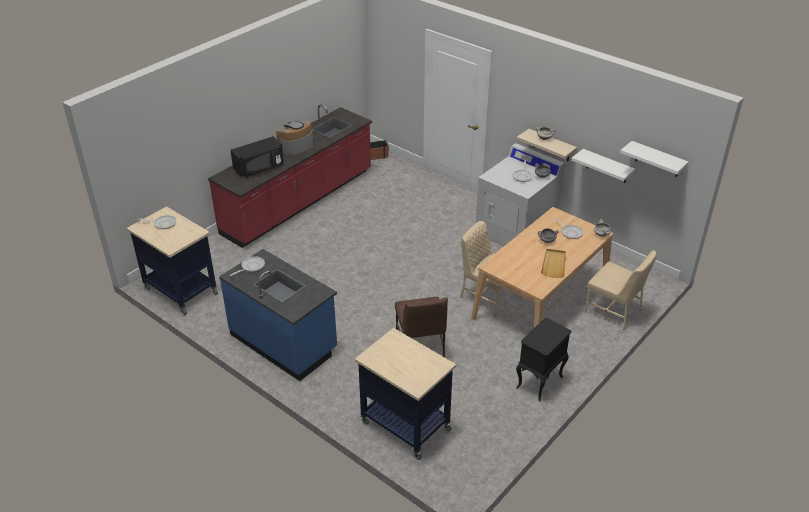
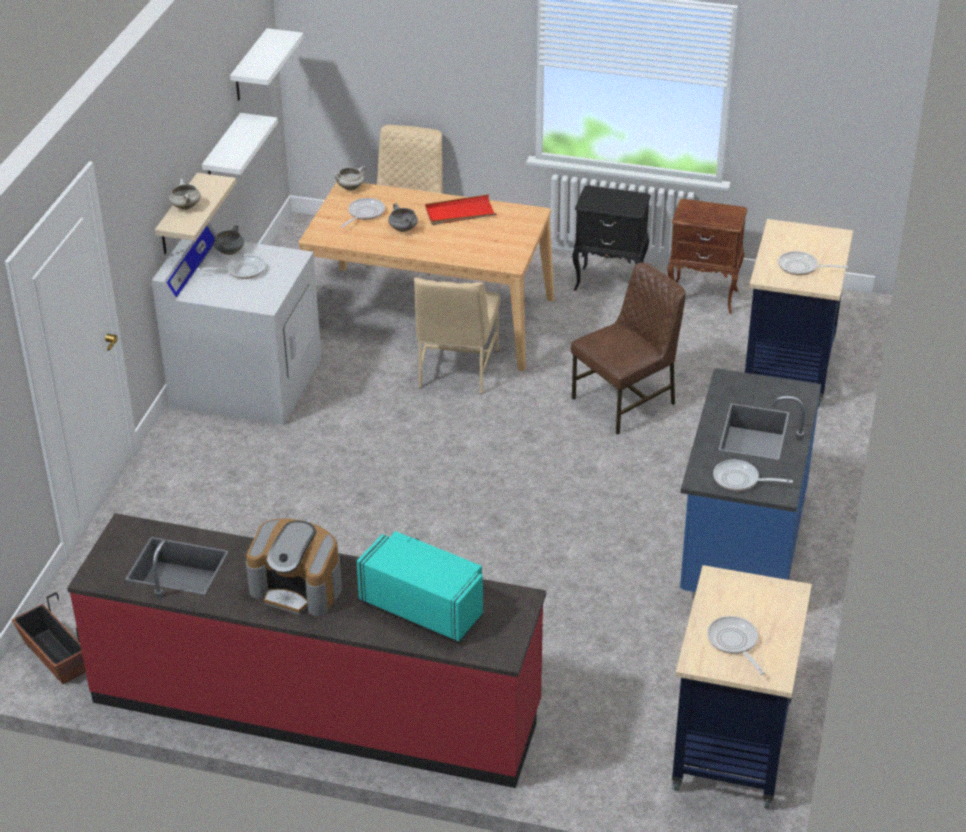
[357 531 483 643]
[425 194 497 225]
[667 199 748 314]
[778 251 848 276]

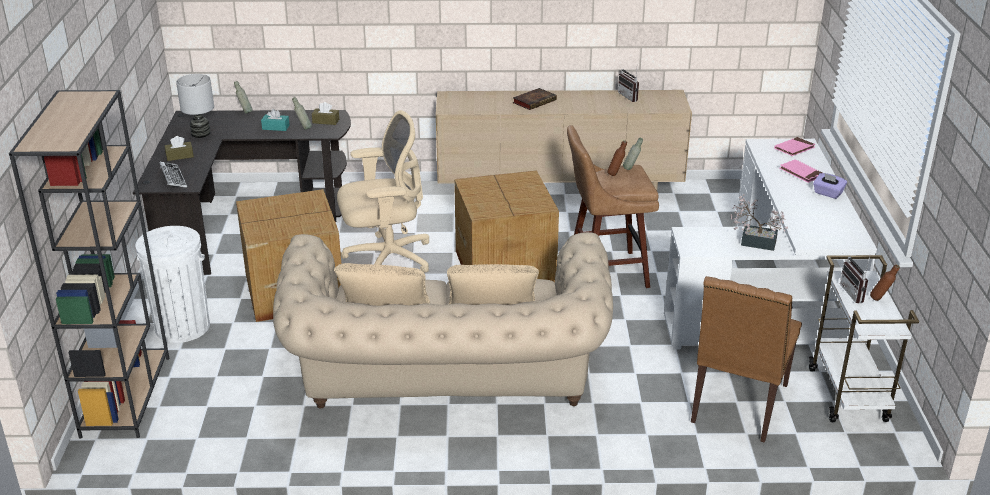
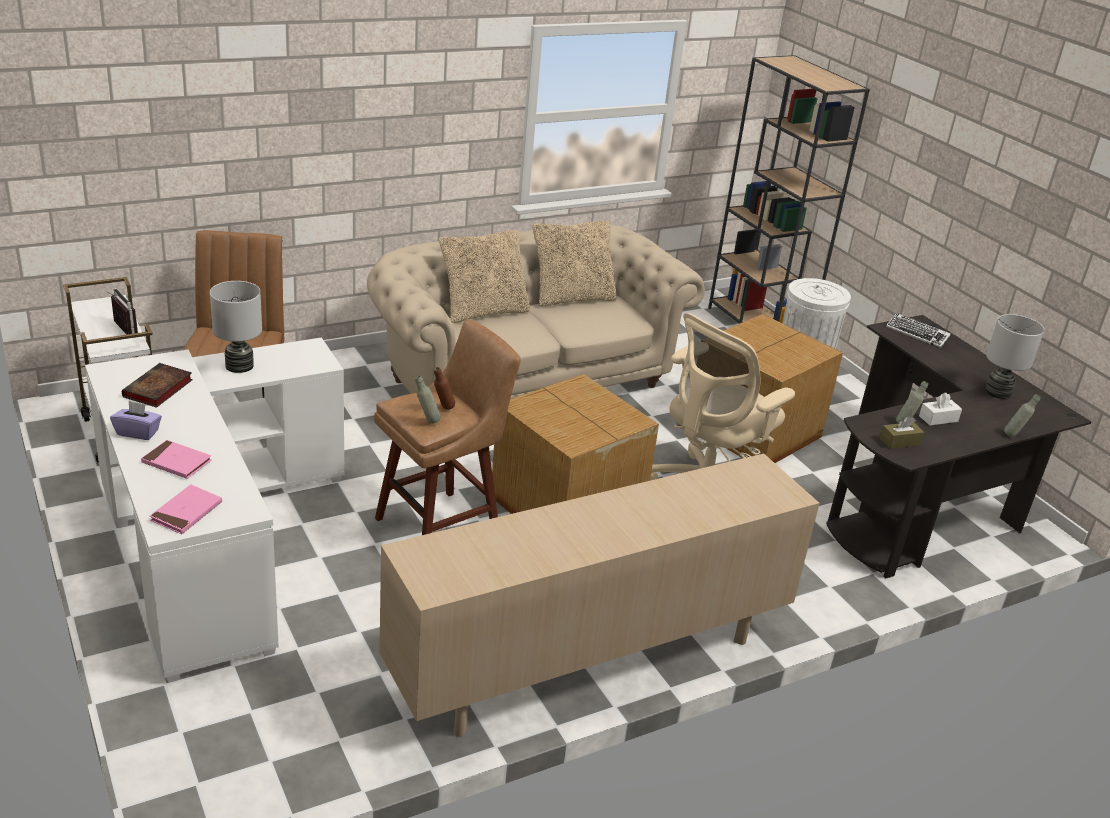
[618 69 639 102] (first image)
[122 363 193 408]
[919 392 962 425]
[165 136 194 161] (first image)
[210 281 262 373]
[870 264 900 301] (first image)

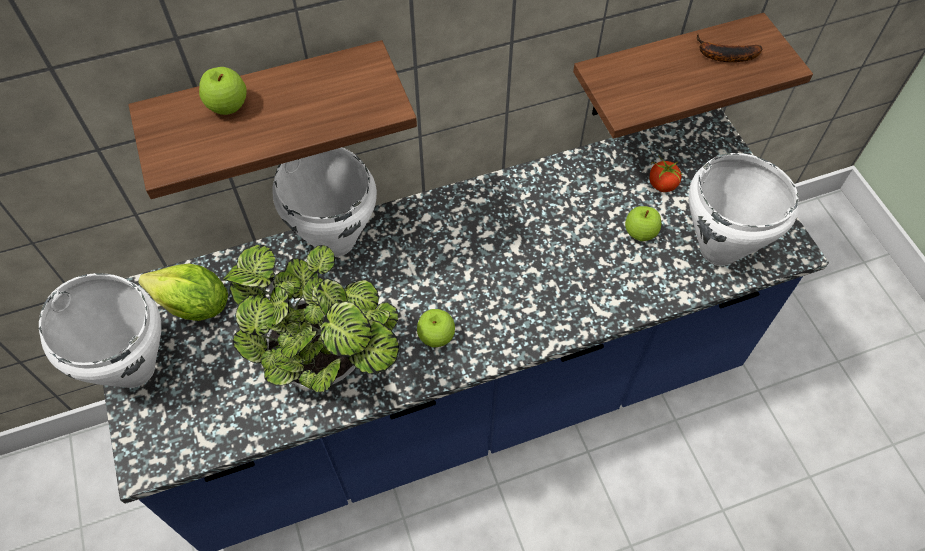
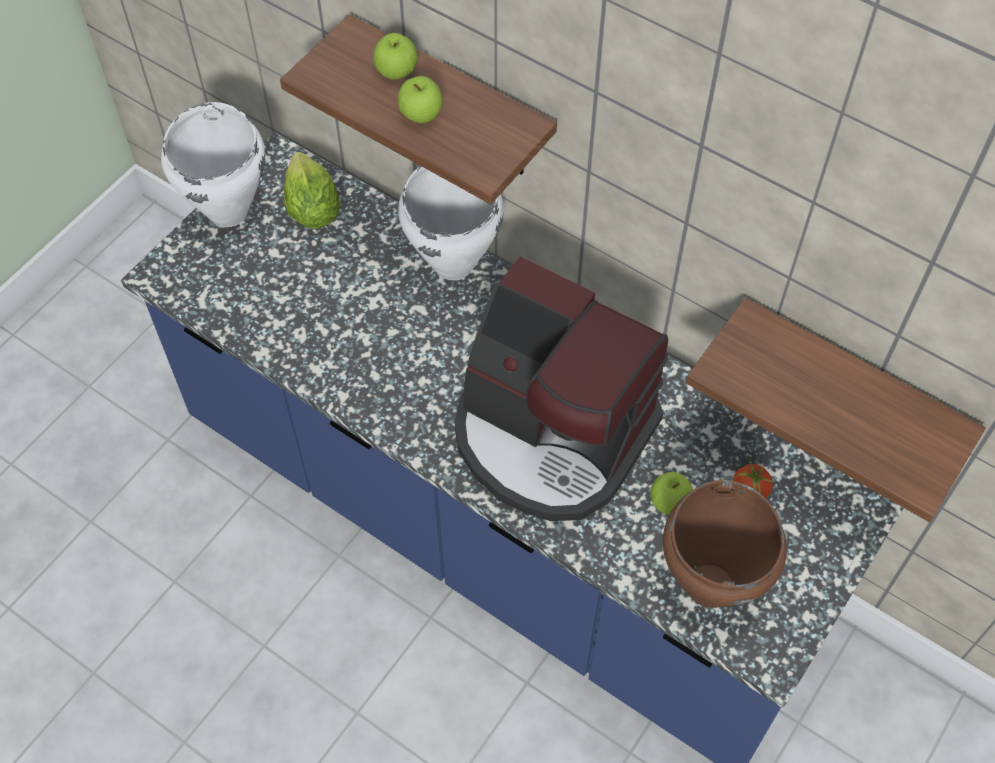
[697 34 762 62] (first image)
[663 480 787 608]
[223 244 399 392] (first image)
[398 76 443 123]
[455 257 668 521]

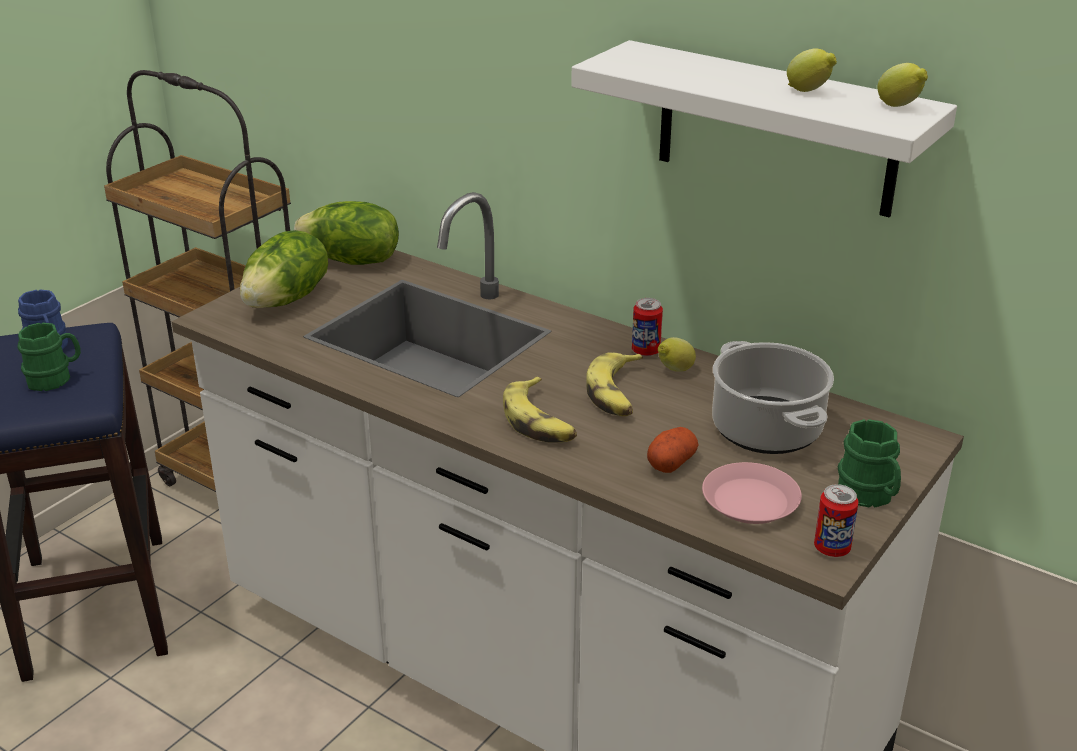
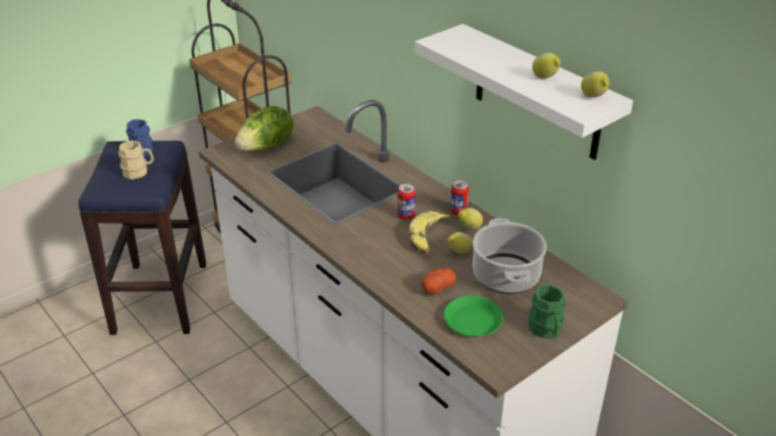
[294 201 399 265] (first image)
[118 140 154 180]
[503 377 577 443] (first image)
[444 296 503 337]
[397 184 416 219]
[447 232 473 254]

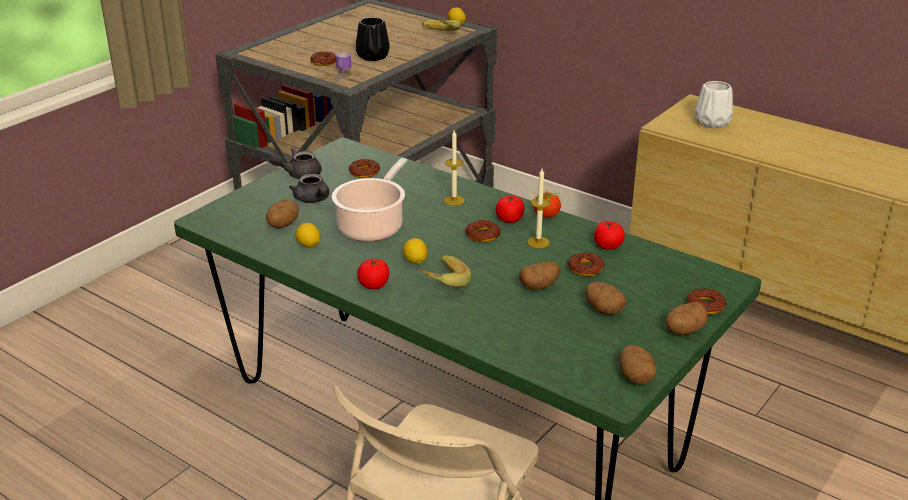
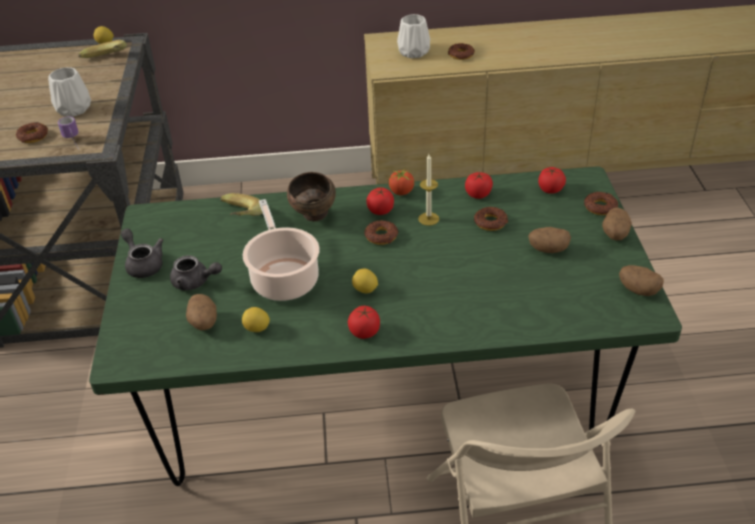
[48 67 91 117]
[287 172 336 222]
[121 228 163 278]
[448 43 475 60]
[220 193 263 216]
[519 262 560 290] (first image)
[538 167 566 194]

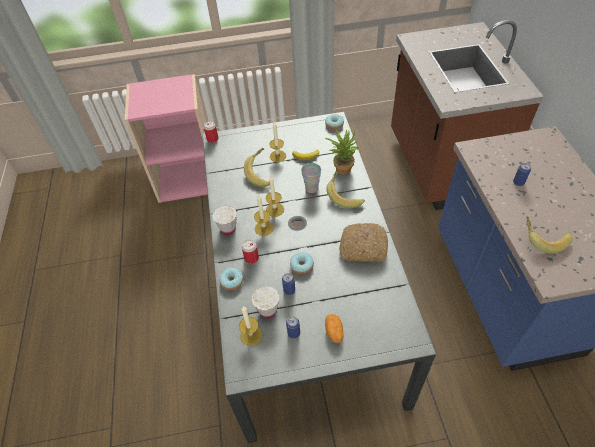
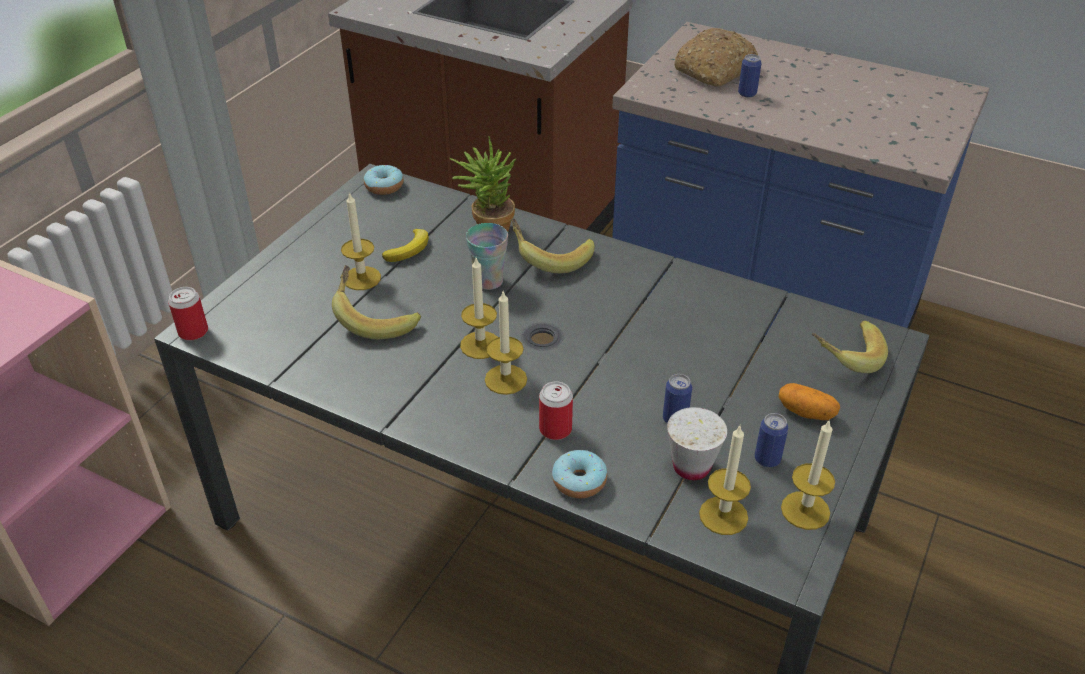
[213 206 237 235] (first image)
[812 320 888 373]
[674 28 758 87]
[290 252 314 274] (first image)
[781 419 835 530]

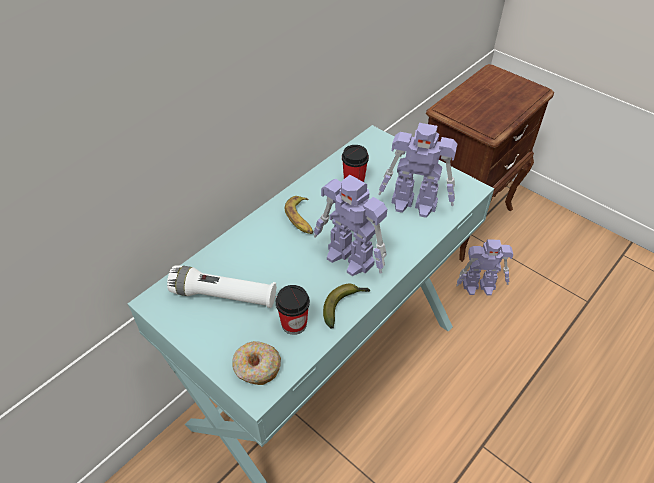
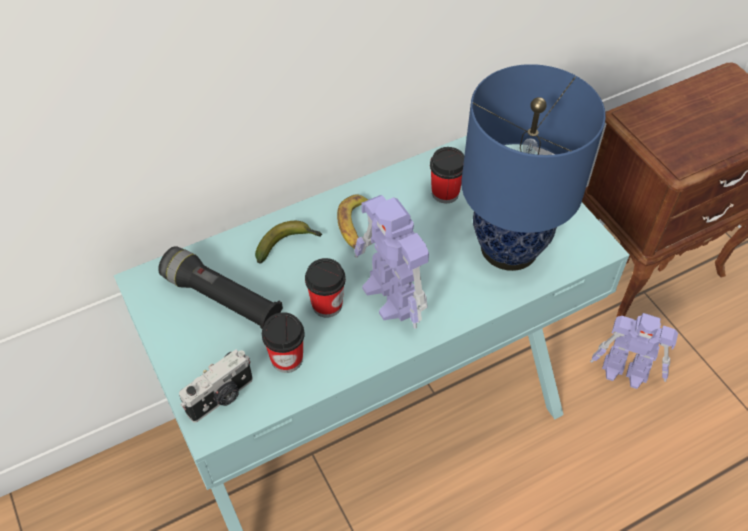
[461 64 606 271]
[158 246 283 329]
[255 221 322 264]
[179 349 253 423]
[305 258 346 318]

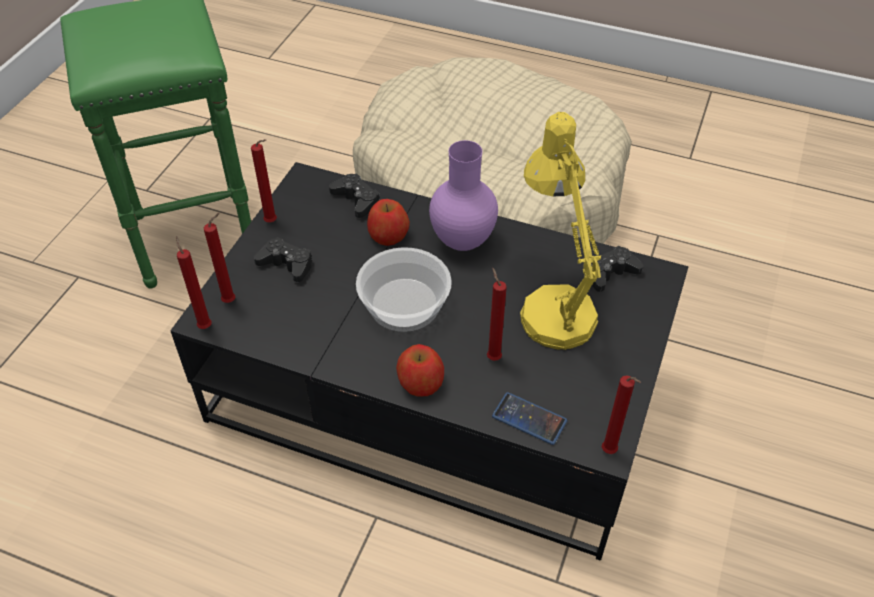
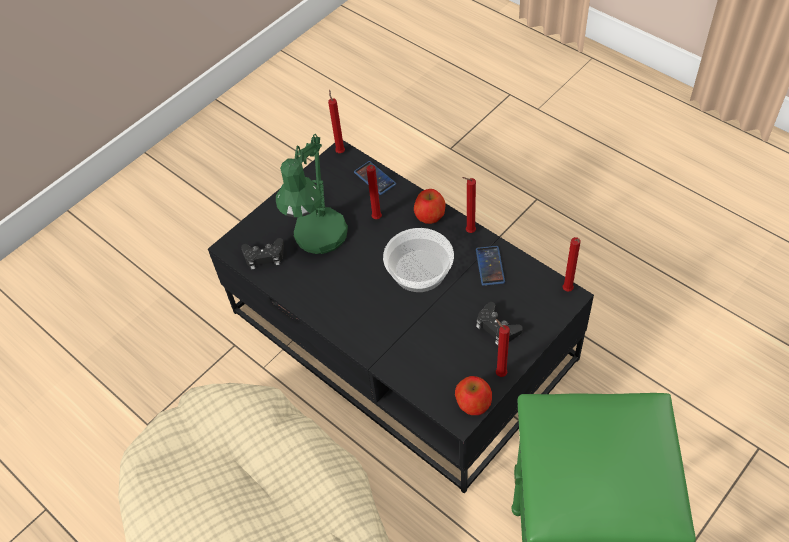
[276 134 348 254]
[429 140 498 251] (first image)
[329 173 380 218] (first image)
[455 376 492 415]
[462 177 476 233]
[476 246 505 286]

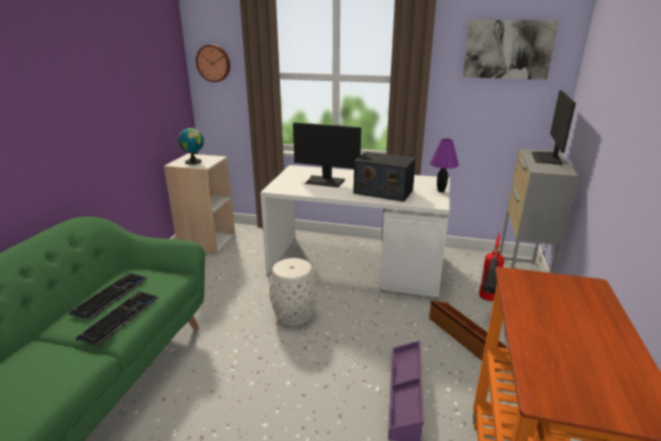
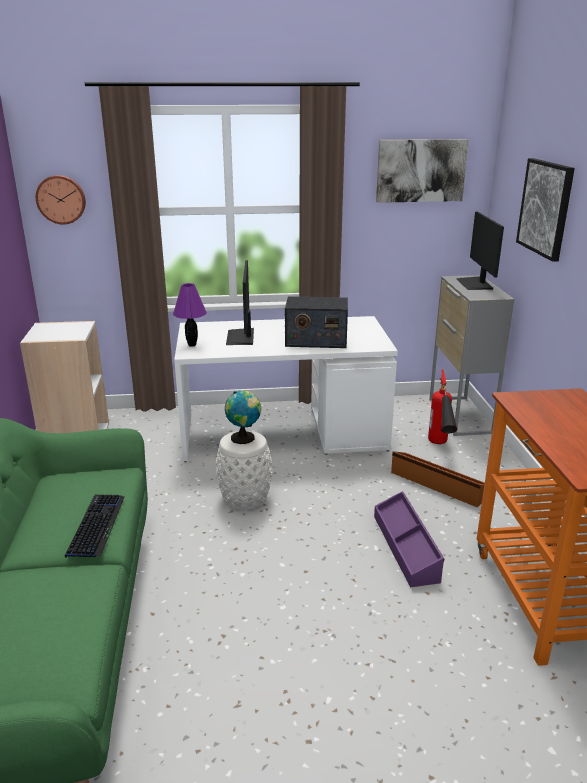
[226 260 254 345]
[225 390 261 444]
[173 283 207 347]
[69 273 148 321] (first image)
[516 158 575 262]

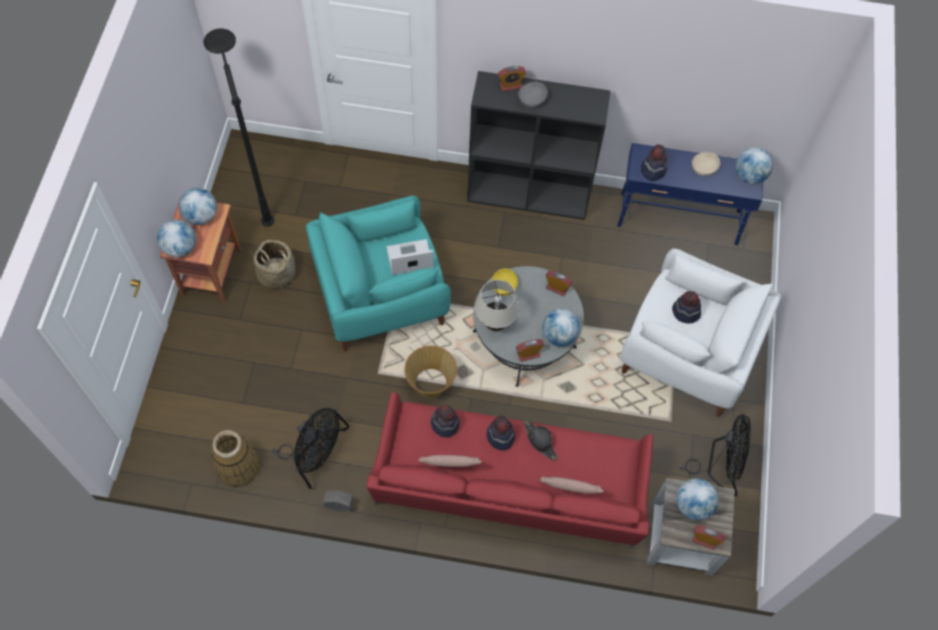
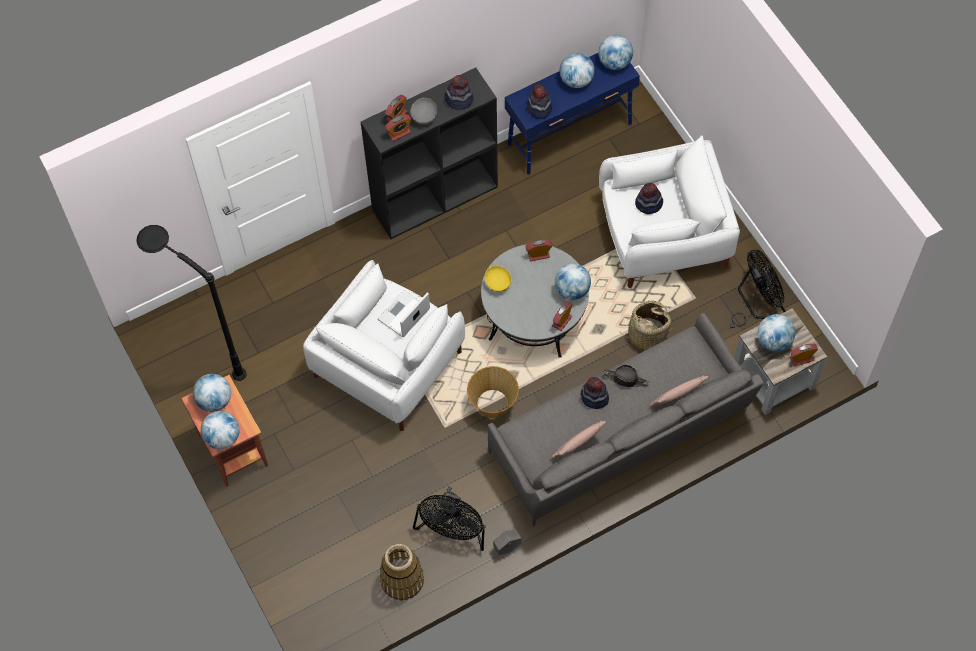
[560 53 595 88]
[303 260 465 431]
[620 300 673 350]
[475 280 519 331] (first image)
[488 313 764 526]
[444 75 473 110]
[413 486 486 551]
[385 114 411 141]

